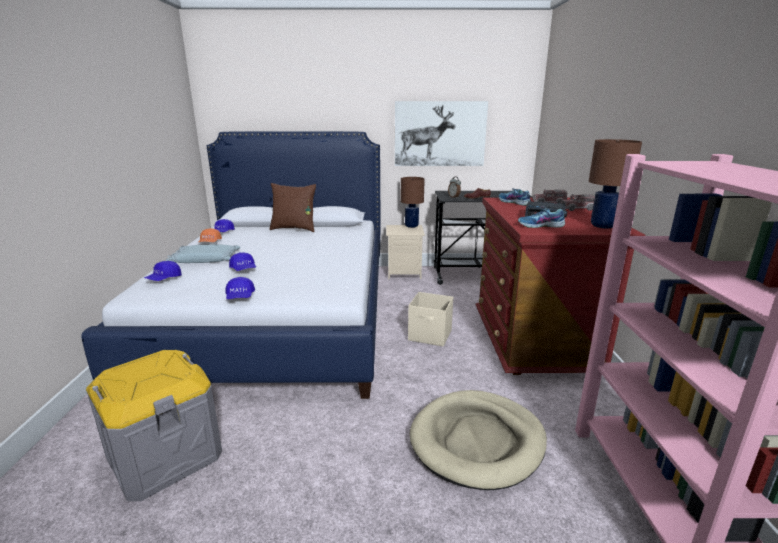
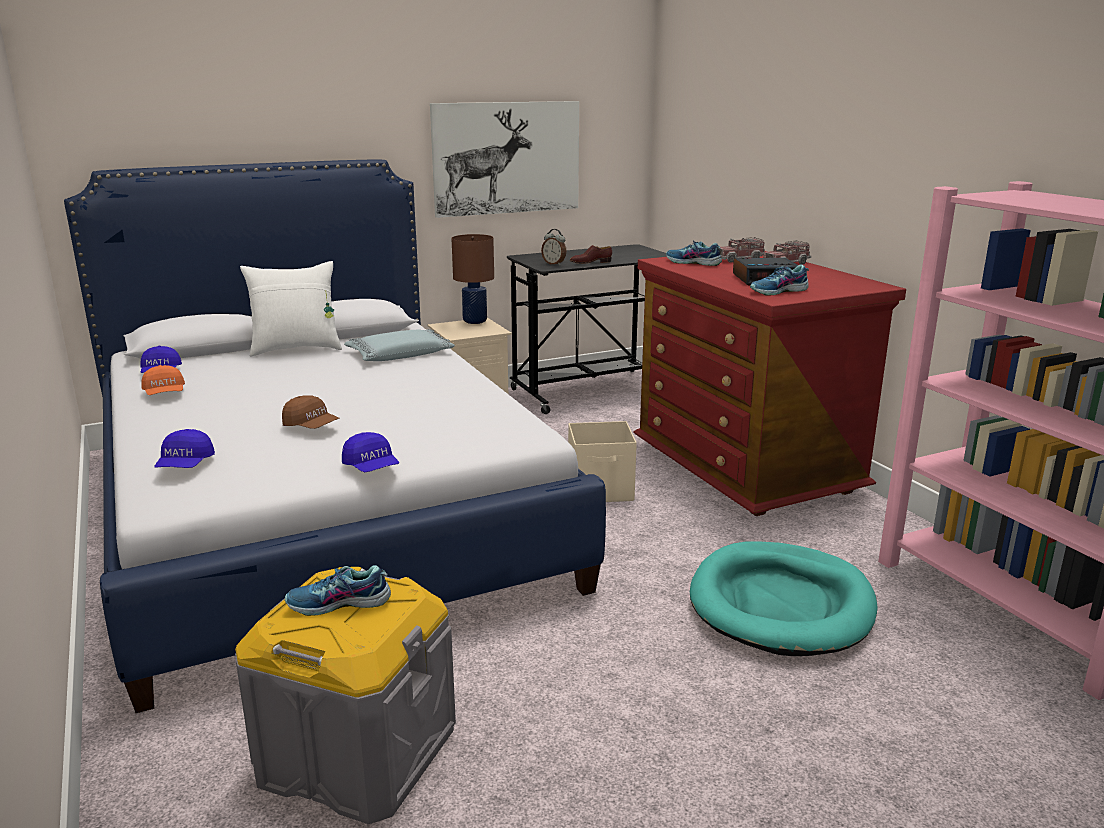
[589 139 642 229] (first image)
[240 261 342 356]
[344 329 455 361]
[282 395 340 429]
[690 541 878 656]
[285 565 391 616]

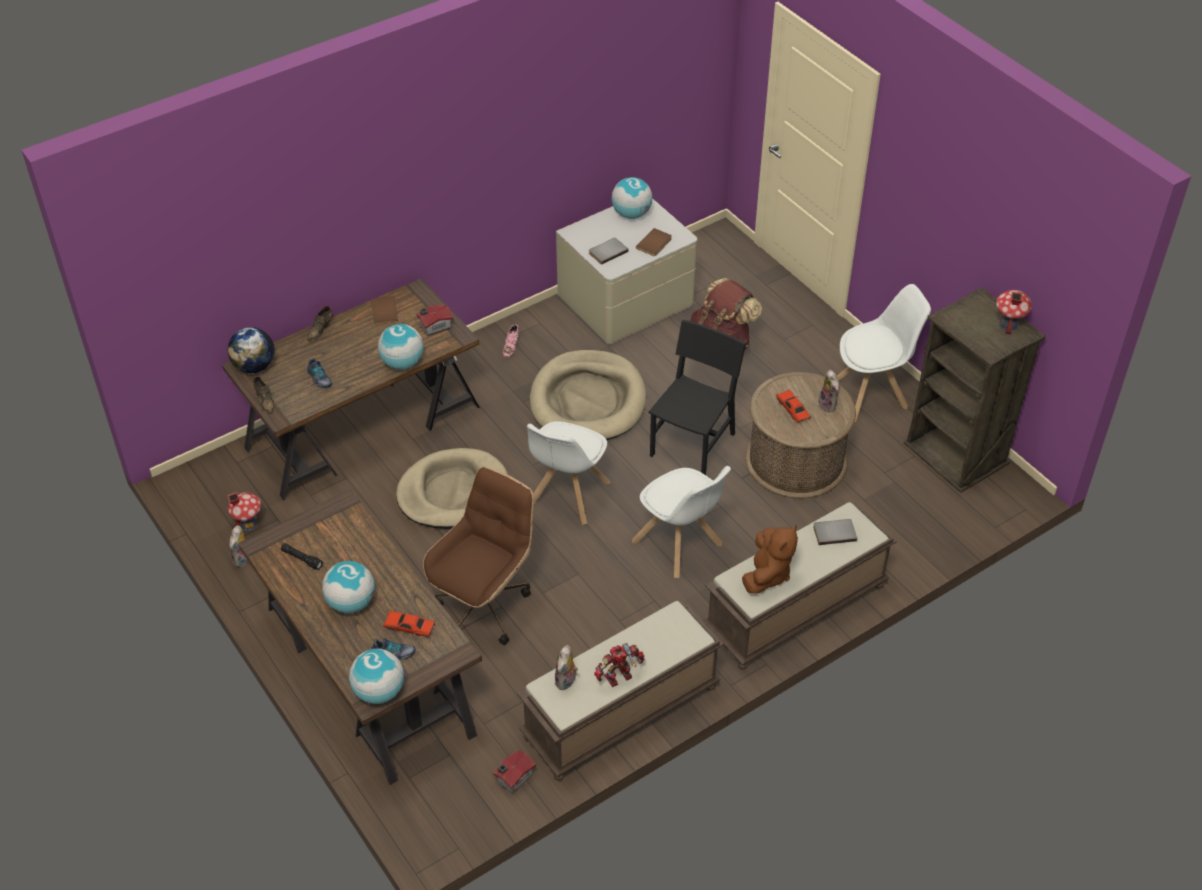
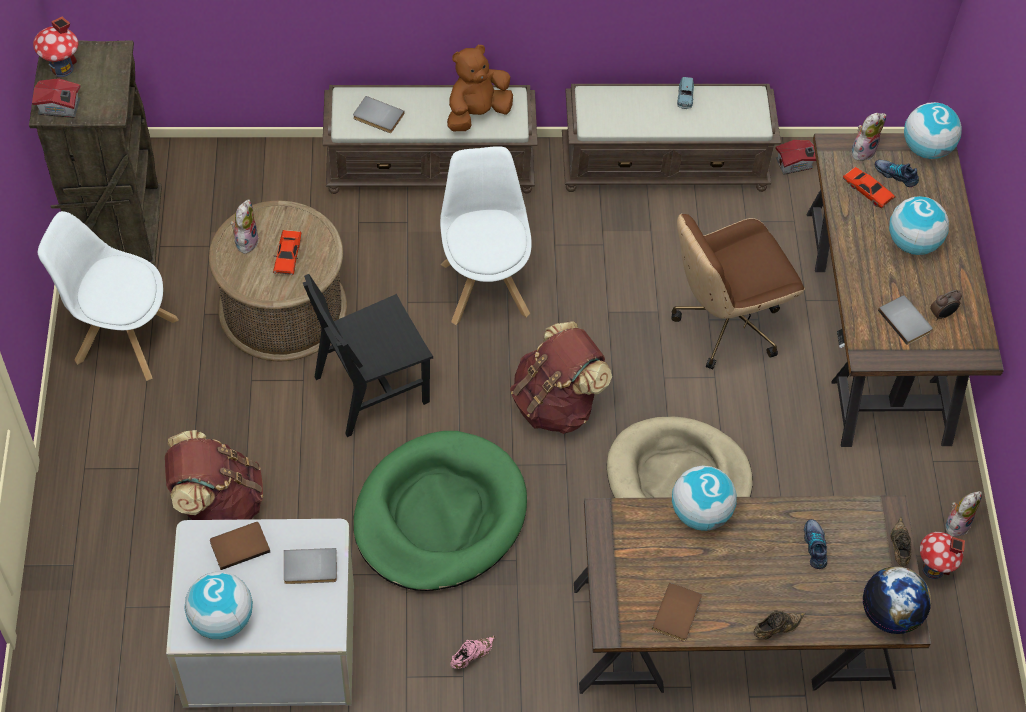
[32 78 81 118]
[353 431 527 591]
[510 321 612 434]
[930 290 962 321]
[677 77 694 109]
[852 113 886 161]
[878 295 933 345]

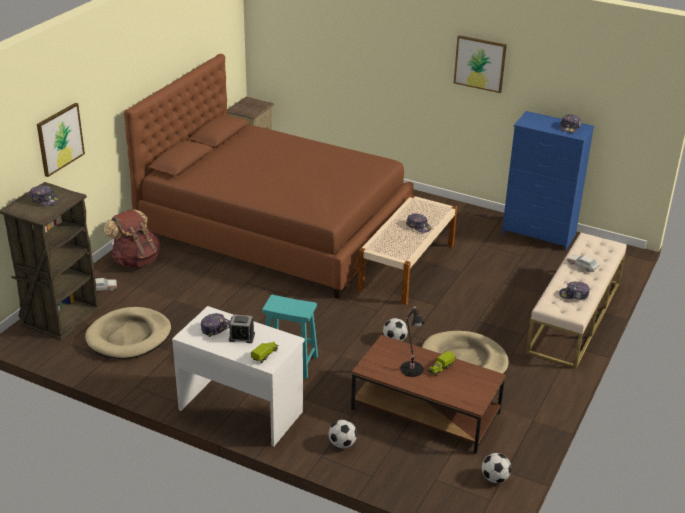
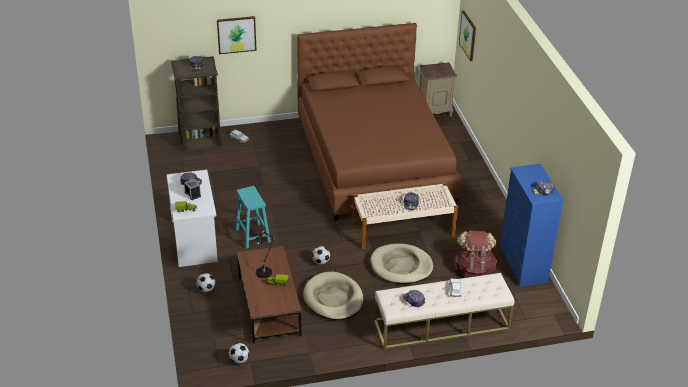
[459 10 476 61]
[454 230 497 277]
[370 243 433 284]

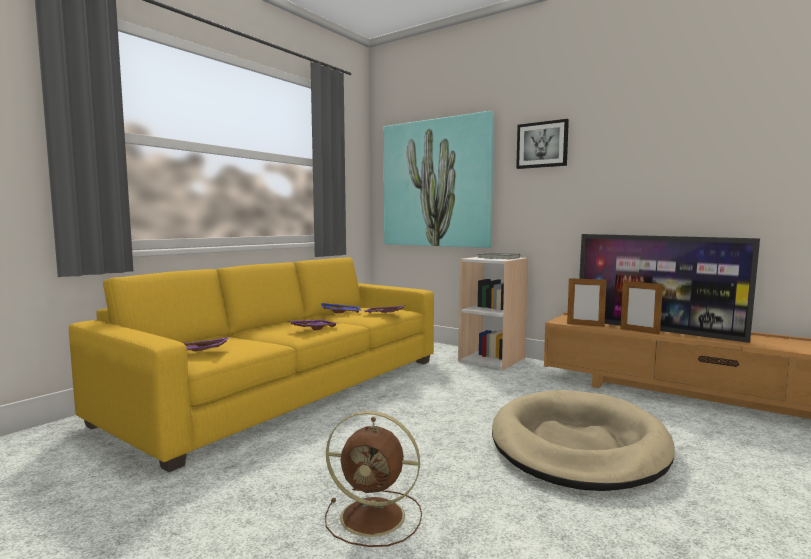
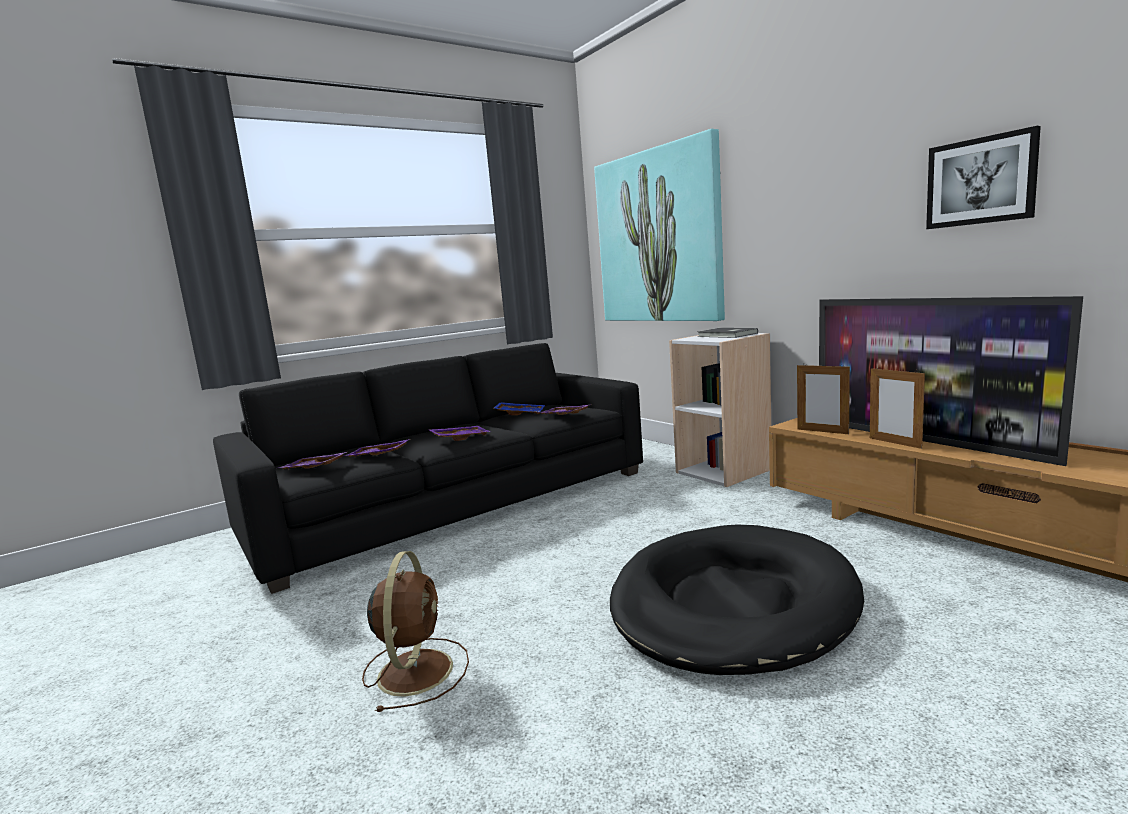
[926 126 1041 229]
[213 343 643 594]
[610 524 864 675]
[362 551 469 712]
[344 439 410 457]

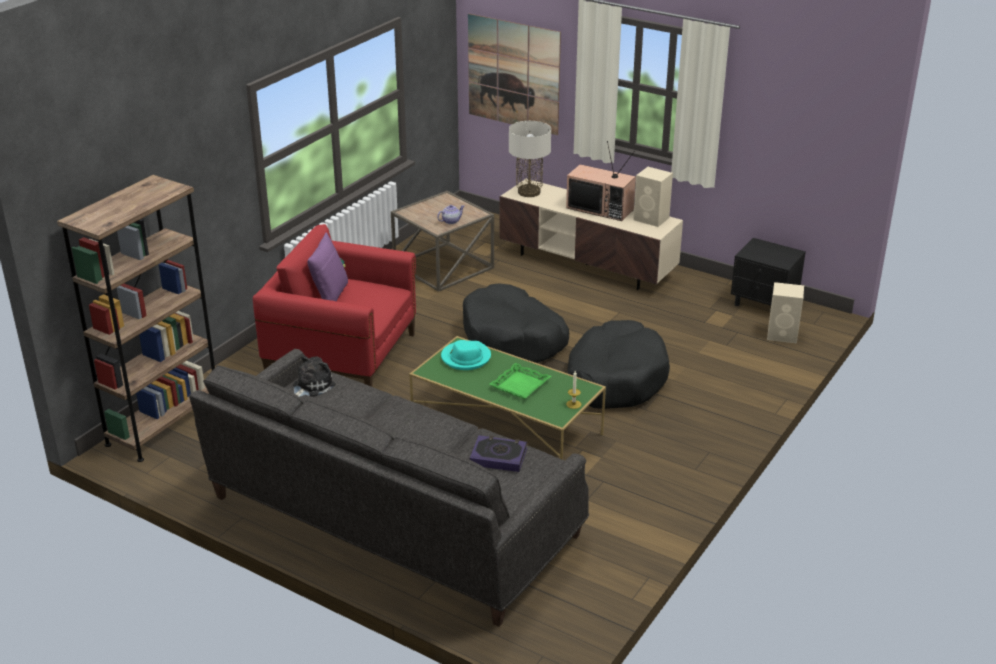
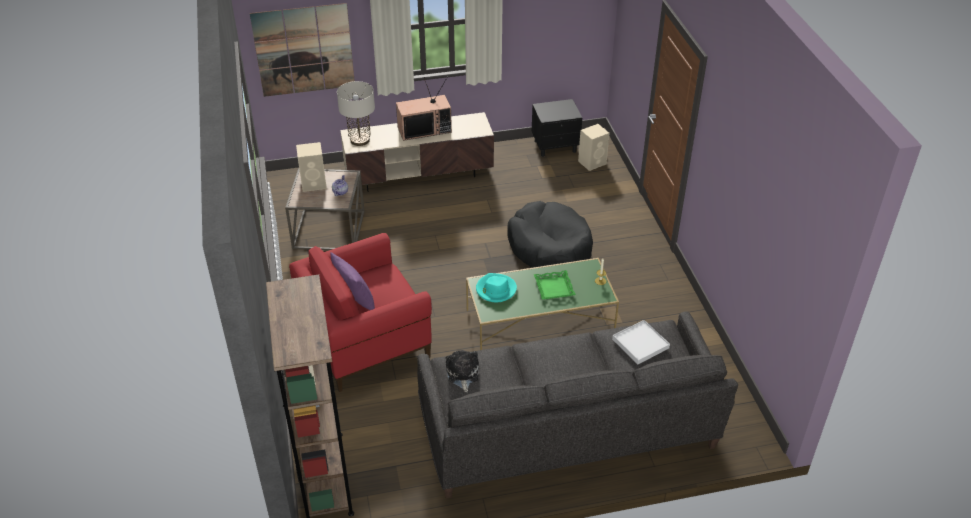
[296 142 327 192]
[463 283 569 363] (first image)
[612 320 670 364]

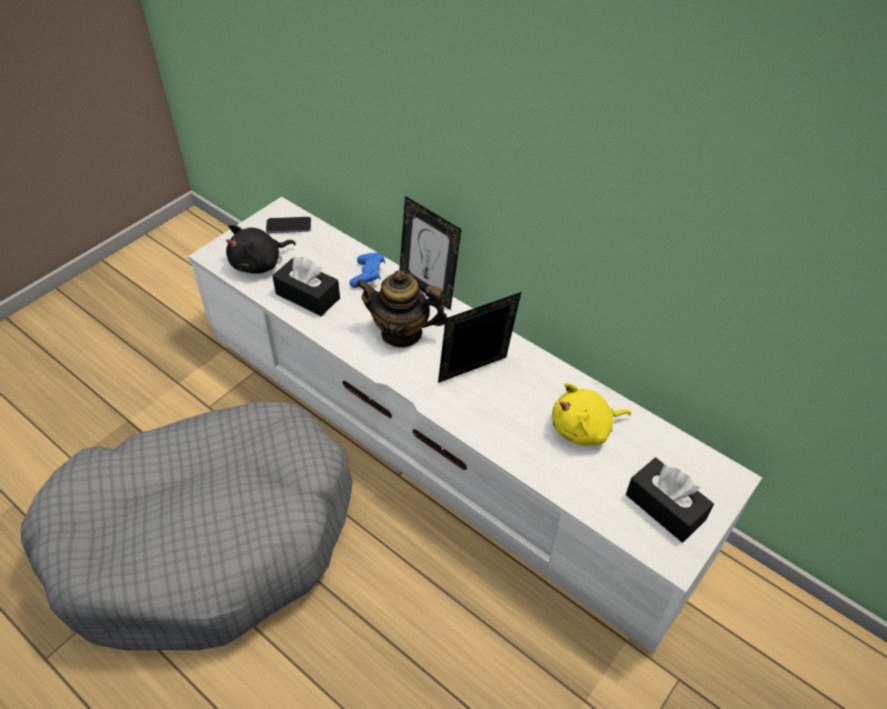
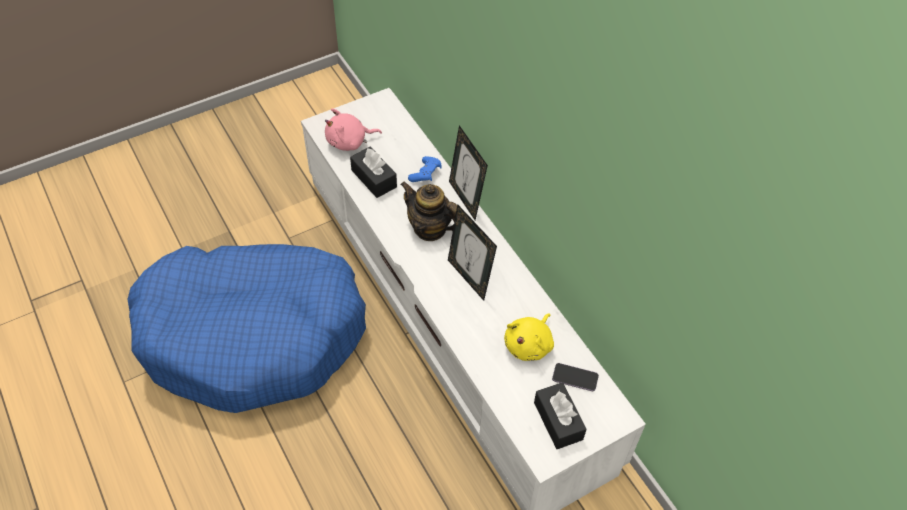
[552 363 599 391]
[325 108 382 151]
[448 205 497 301]
[504 313 554 361]
[127 244 366 413]

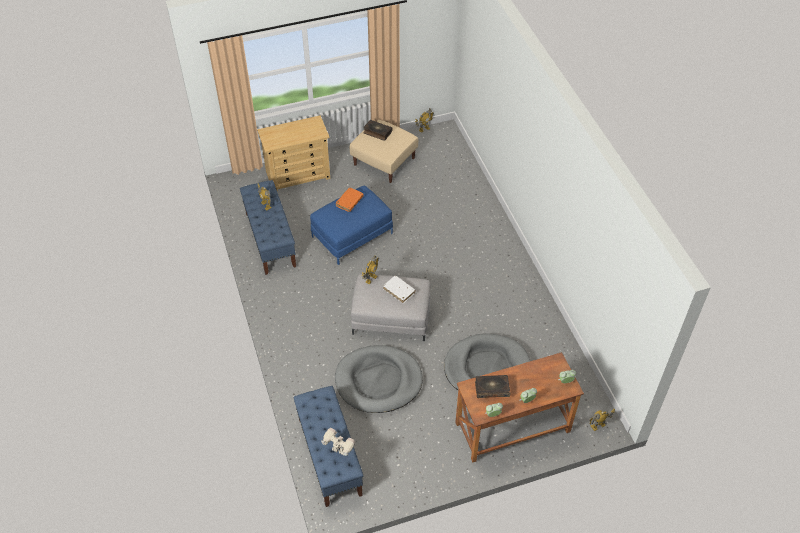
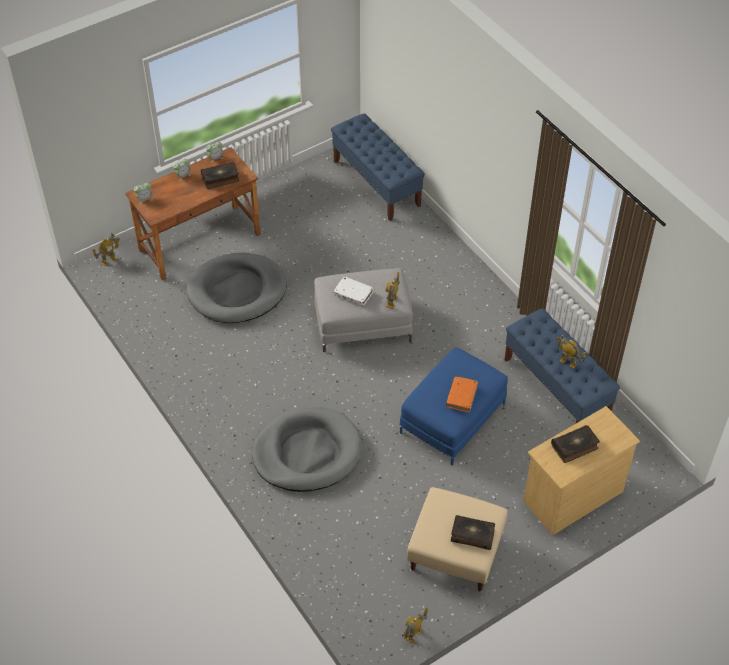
[252 407 362 492]
[321 428 355 456] (first image)
[551 425 600 463]

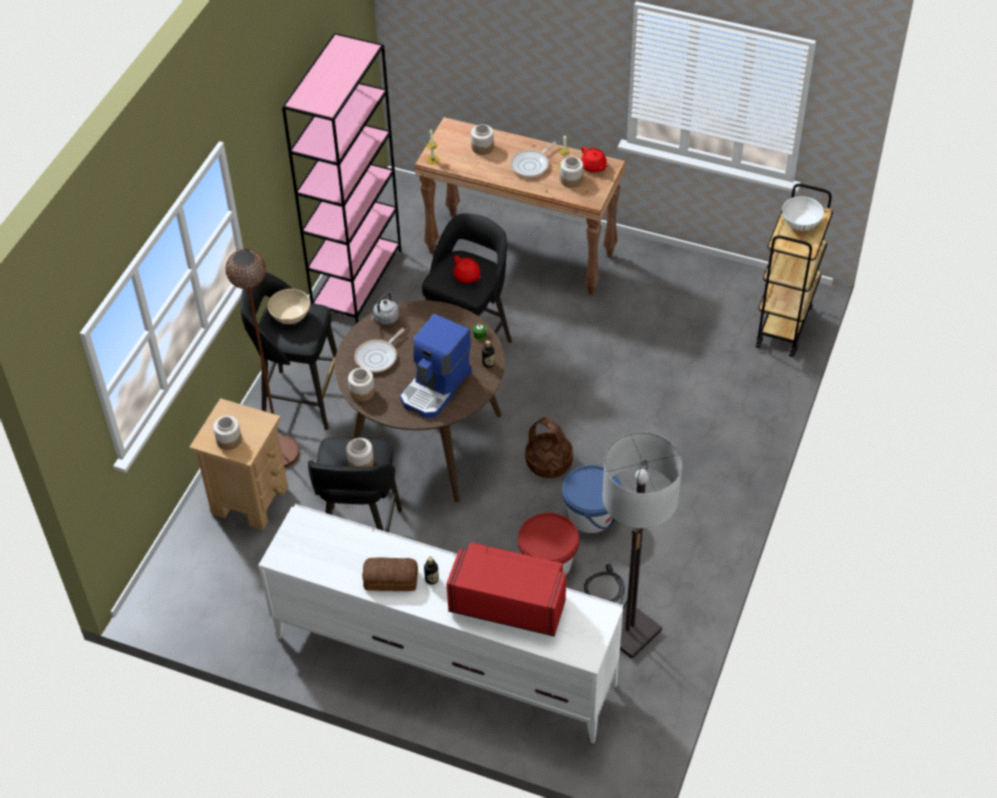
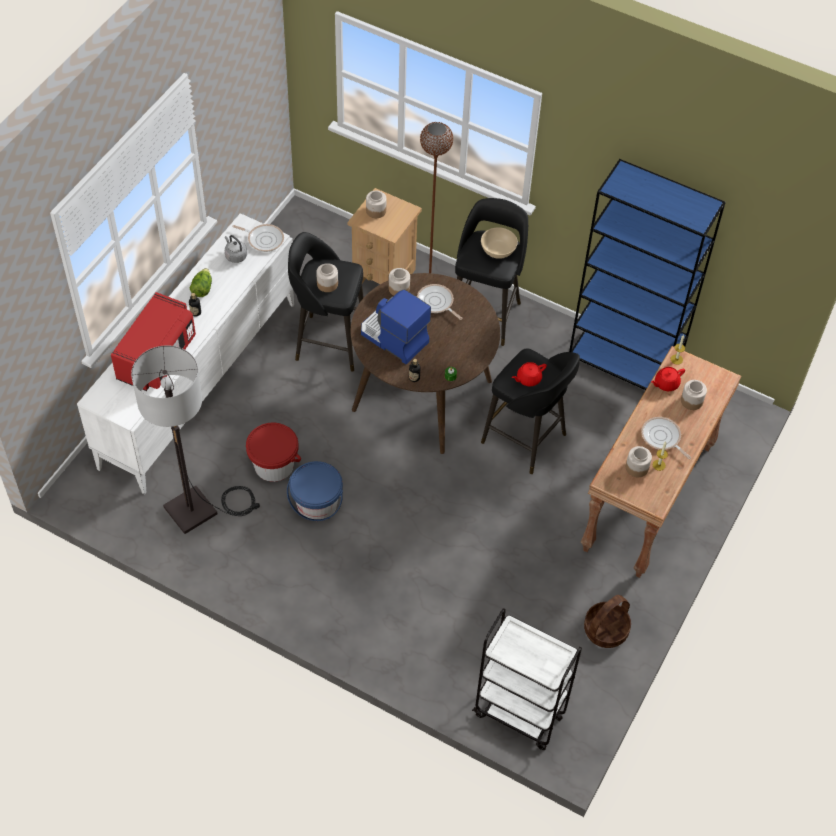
[569 159 726 390]
[651 367 685 391]
[472 608 582 750]
[782 196 824 231] (first image)
[225 235 247 263]
[584 595 631 648]
[190 268 212 297]
[232 224 284 252]

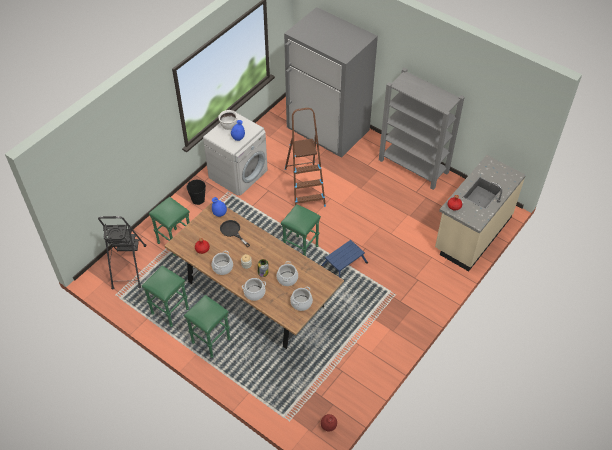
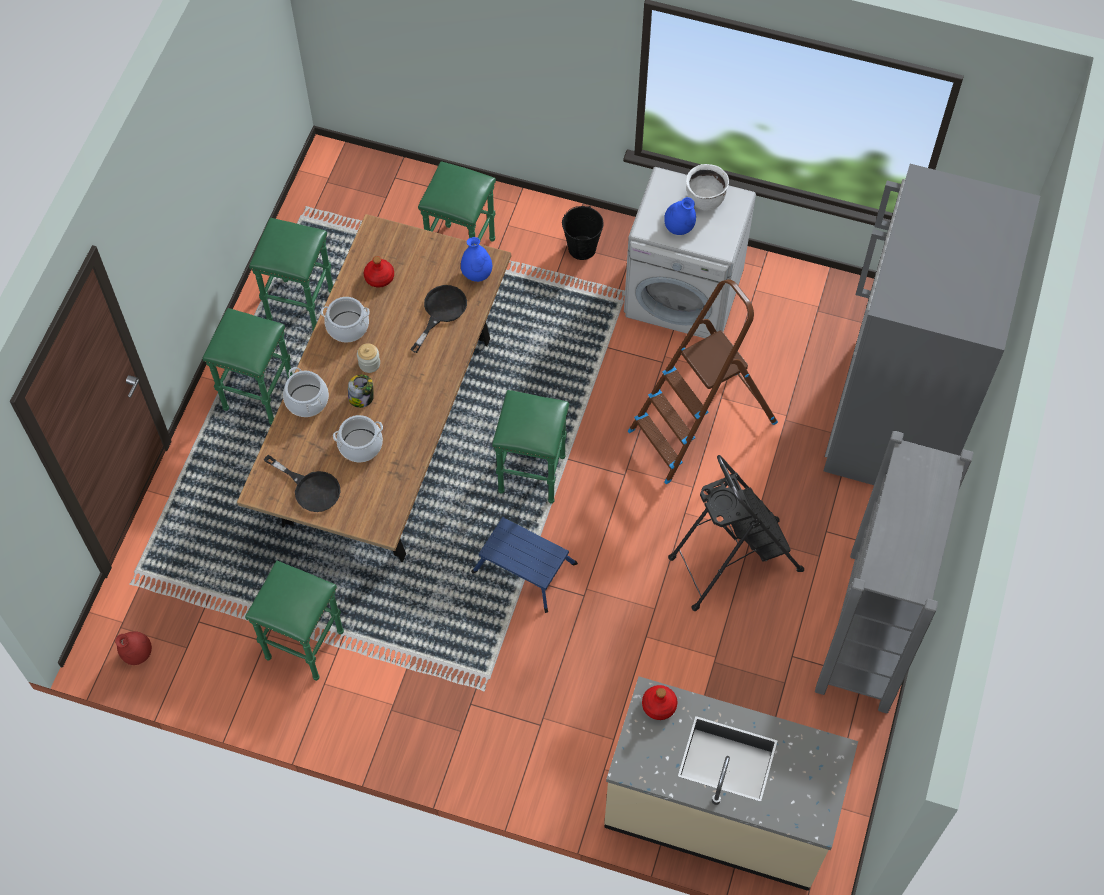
[668 455 804 611]
[264 455 341 512]
[245 561 344 681]

